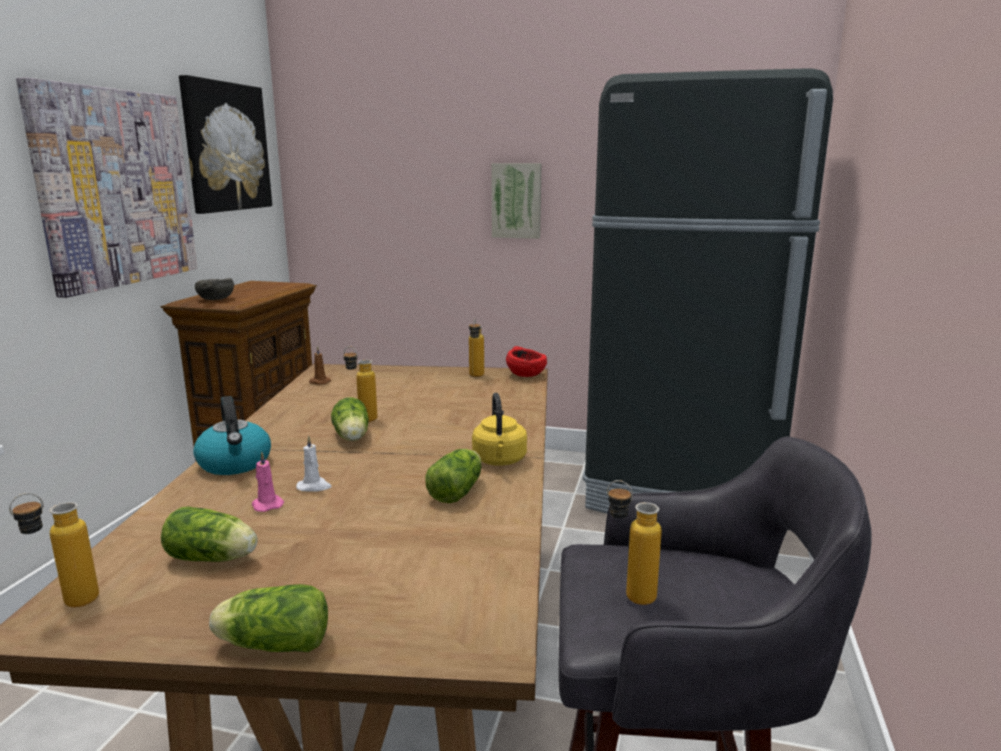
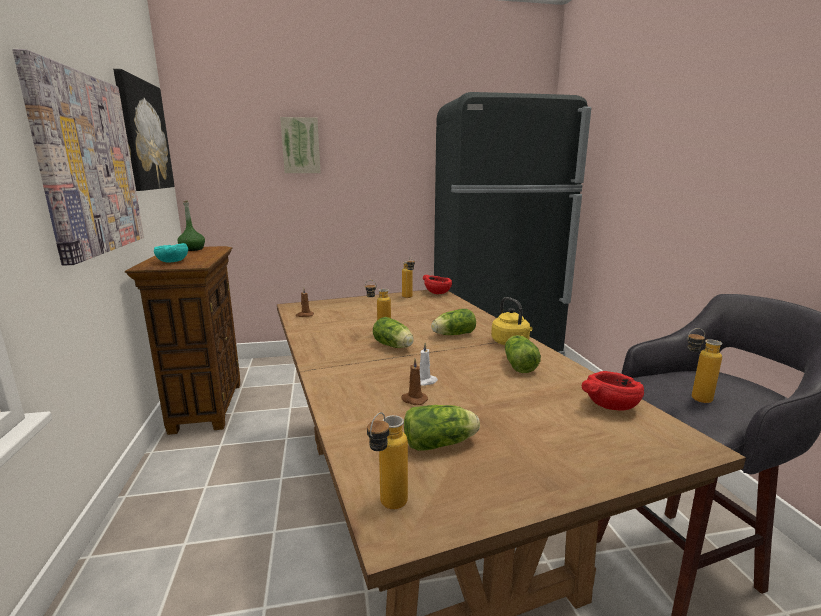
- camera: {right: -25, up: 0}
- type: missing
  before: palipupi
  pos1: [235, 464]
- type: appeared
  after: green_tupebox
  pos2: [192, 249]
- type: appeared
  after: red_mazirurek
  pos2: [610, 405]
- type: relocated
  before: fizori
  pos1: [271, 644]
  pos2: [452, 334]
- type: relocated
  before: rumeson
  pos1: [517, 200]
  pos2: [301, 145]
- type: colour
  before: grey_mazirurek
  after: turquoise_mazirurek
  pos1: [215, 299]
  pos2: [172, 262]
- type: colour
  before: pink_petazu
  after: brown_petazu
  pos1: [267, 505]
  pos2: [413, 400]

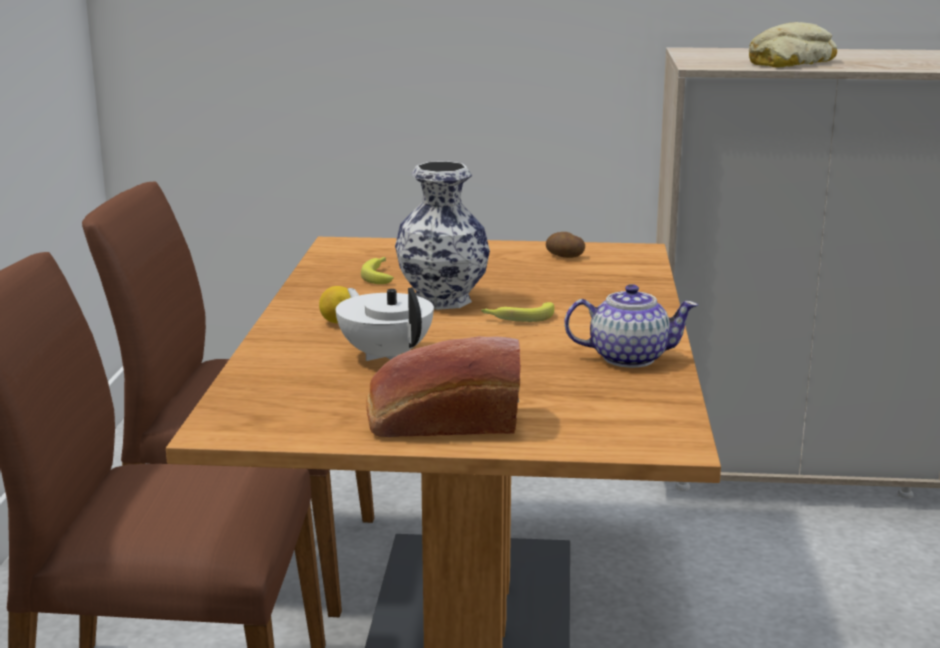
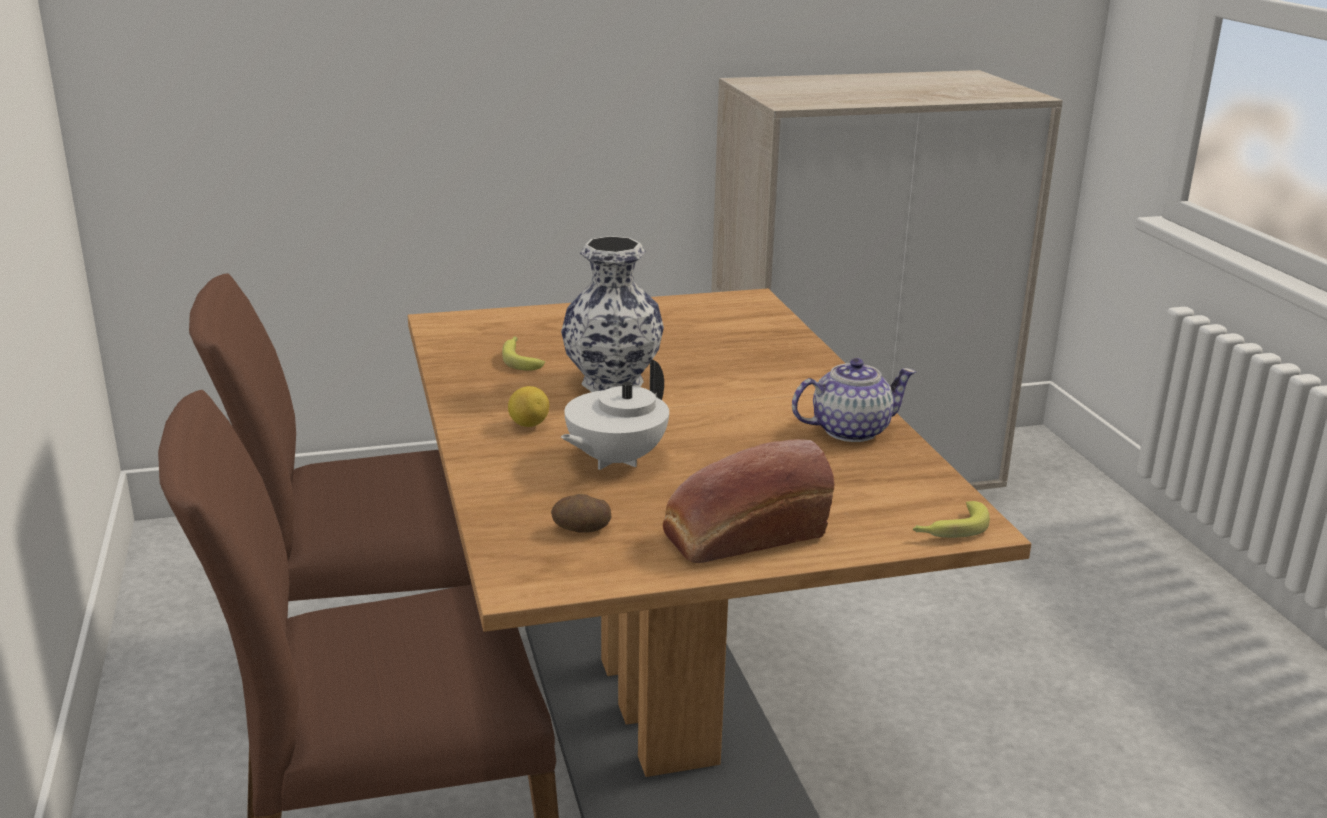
- camera: {right: -20, up: 5}
- type: missing
  before: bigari
  pos1: [788, 62]
- type: relocated
  before: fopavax
  pos1: [518, 318]
  pos2: [949, 529]
- type: relocated
  before: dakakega
  pos1: [564, 256]
  pos2: [581, 529]
- type: spun
  before: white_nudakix
  pos1: [386, 355]
  pos2: [614, 460]
  turn: -90

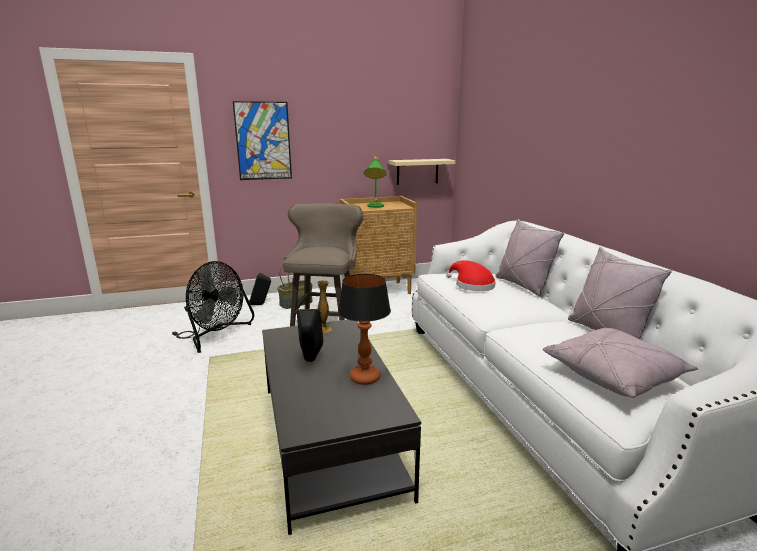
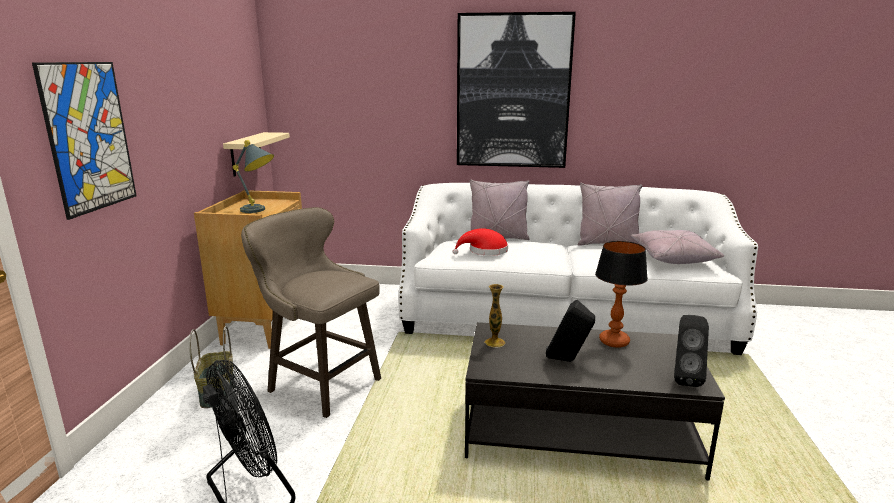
- camera: {right: -65, up: 0}
- type: appeared
  after: rumeson
  pos2: [513, 92]
- type: relocated
  before: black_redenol
  pos1: [261, 304]
  pos2: [684, 378]
- type: colour
  before: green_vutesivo
  after: grey_vutesivo
  pos1: [375, 207]
  pos2: [259, 211]

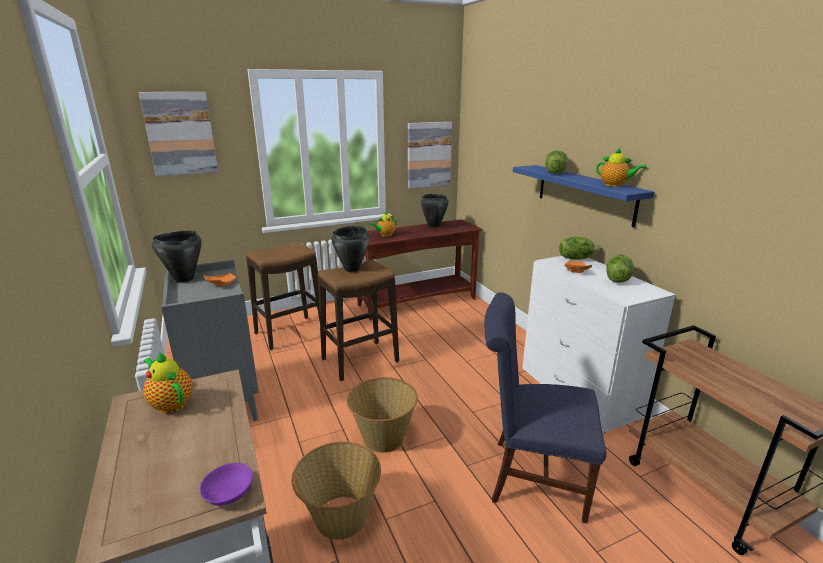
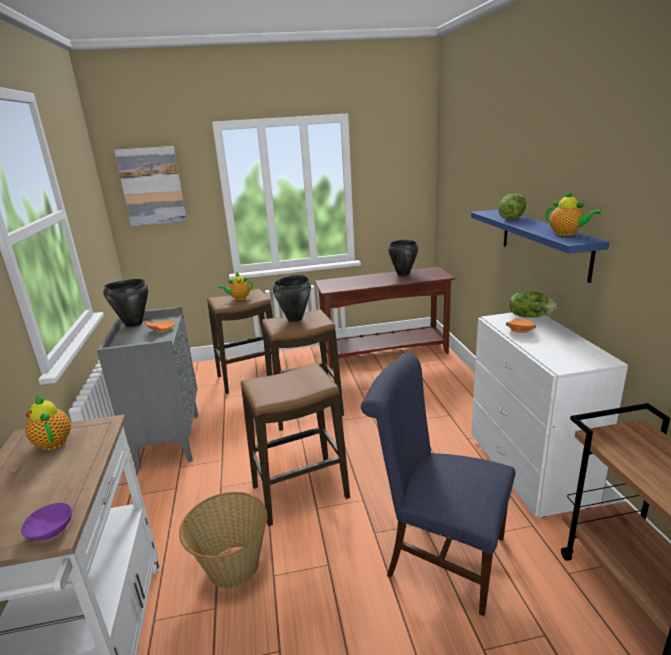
- camera: {right: 15, up: 0}
- type: missing
  before: rumeson
  pos1: [429, 155]
- type: missing
  before: fizori
  pos1: [617, 279]
- type: relocated
  before: nudakix
  pos1: [385, 235]
  pos2: [239, 298]
- type: exchanged
  before: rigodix
  after: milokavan
  pos1: [383, 437]
  pos2: [300, 492]

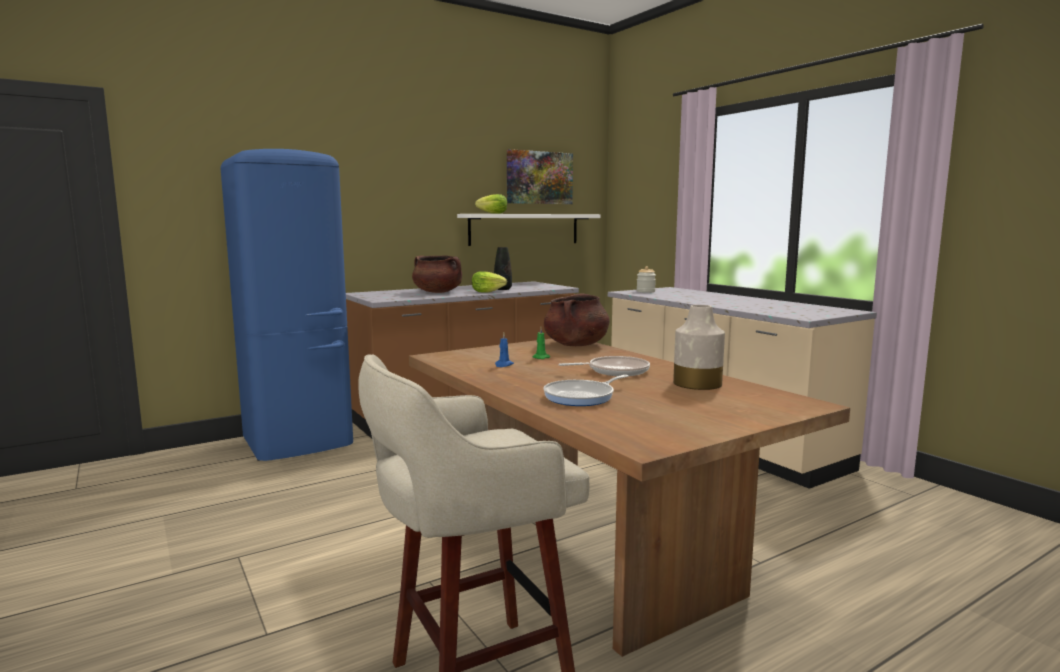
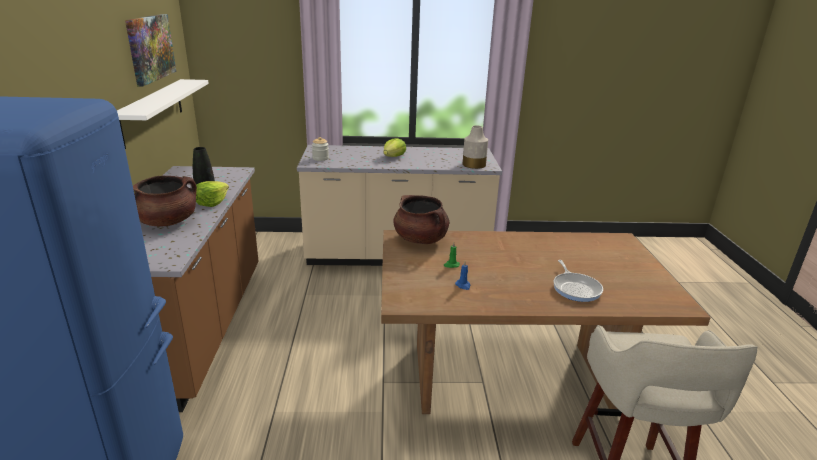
- camera: {right: -60, up: 15}
- type: missing
  before: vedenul
  pos1: [614, 371]
- type: relocated
  before: fizori
  pos1: [493, 213]
  pos2: [393, 157]
- type: relocated
  before: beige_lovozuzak
  pos1: [697, 383]
  pos2: [473, 164]

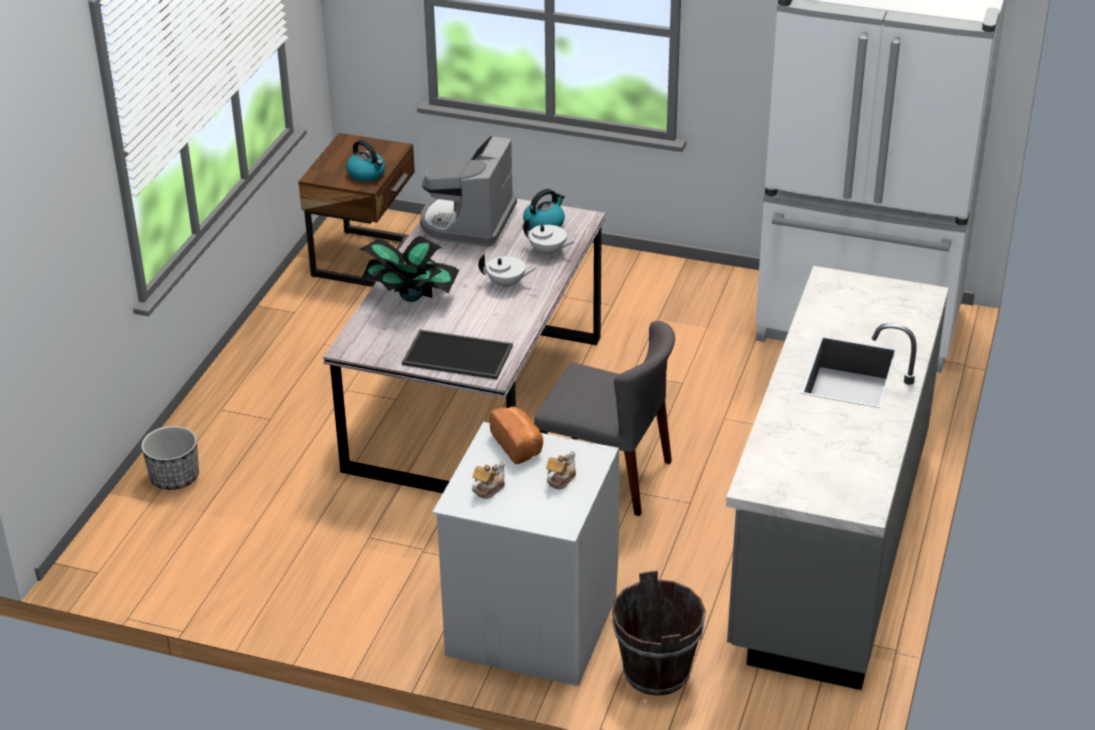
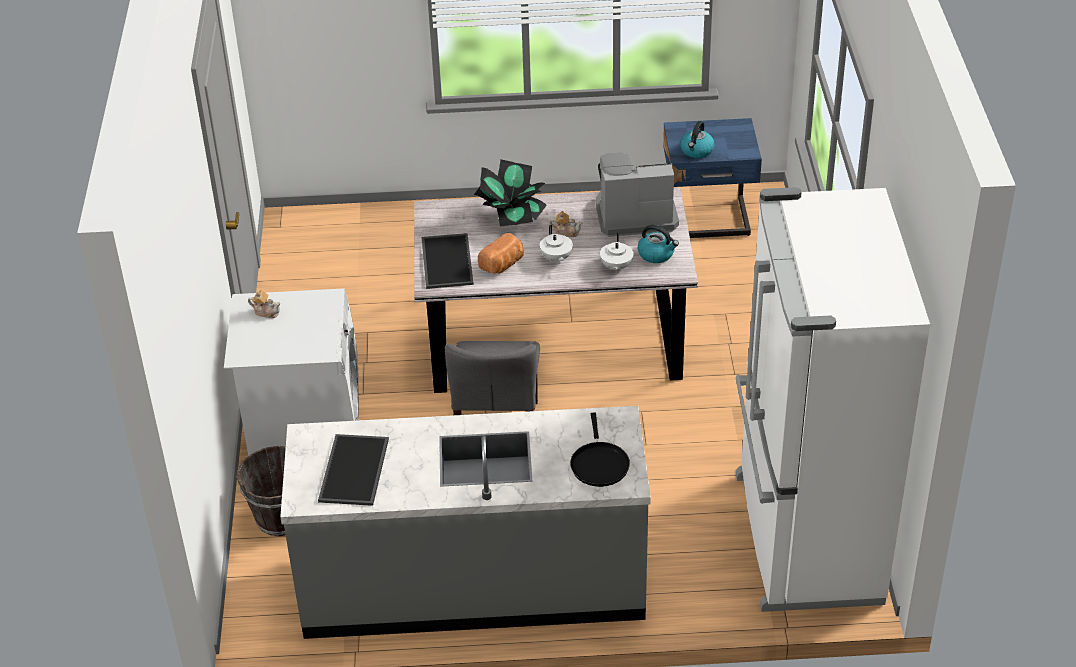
- camera: {right: 70, up: 5}
- type: missing
  before: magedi
  pos1: [174, 477]
- type: appeared
  after: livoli
  pos2: [355, 471]
- type: appeared
  after: black_vedenul
  pos2: [599, 464]
- type: relocated
  before: bigari
  pos1: [519, 445]
  pos2: [503, 264]
- type: relocated
  before: nudakix
  pos1: [560, 479]
  pos2: [566, 232]
- type: colour
  before: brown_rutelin
  after: blue_rutelin
  pos1: [364, 259]
  pos2: [708, 221]

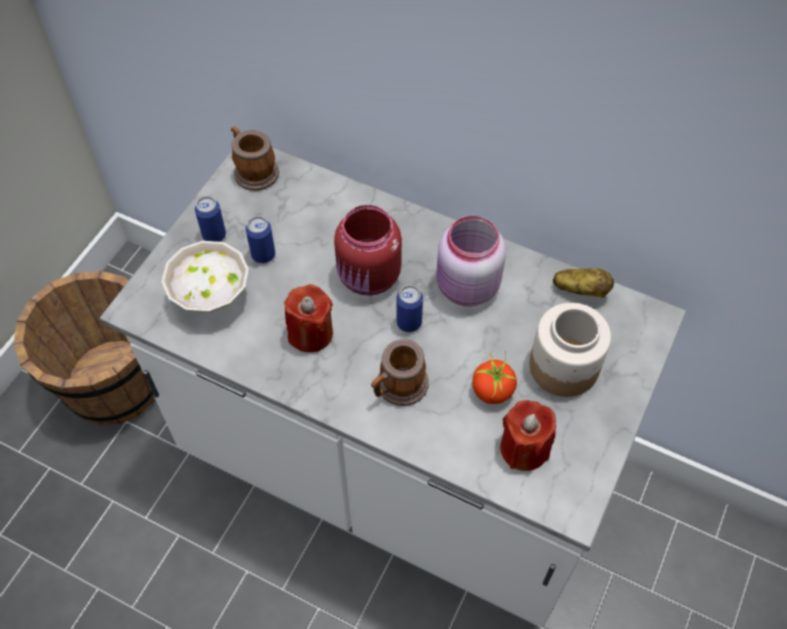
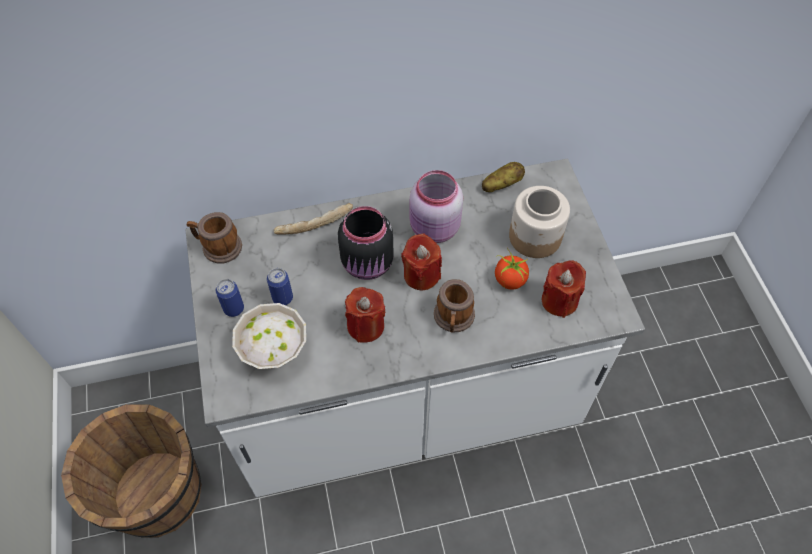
- camera: {right: -40, up: 0}
- type: appeared
  after: bigari
  pos2: [314, 224]
- type: exchanged
  before: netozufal
  after: red_petazu
  pos1: [409, 323]
  pos2: [421, 275]
- type: colour
  before: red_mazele
  after: black_mazele
  pos1: [369, 278]
  pos2: [368, 264]

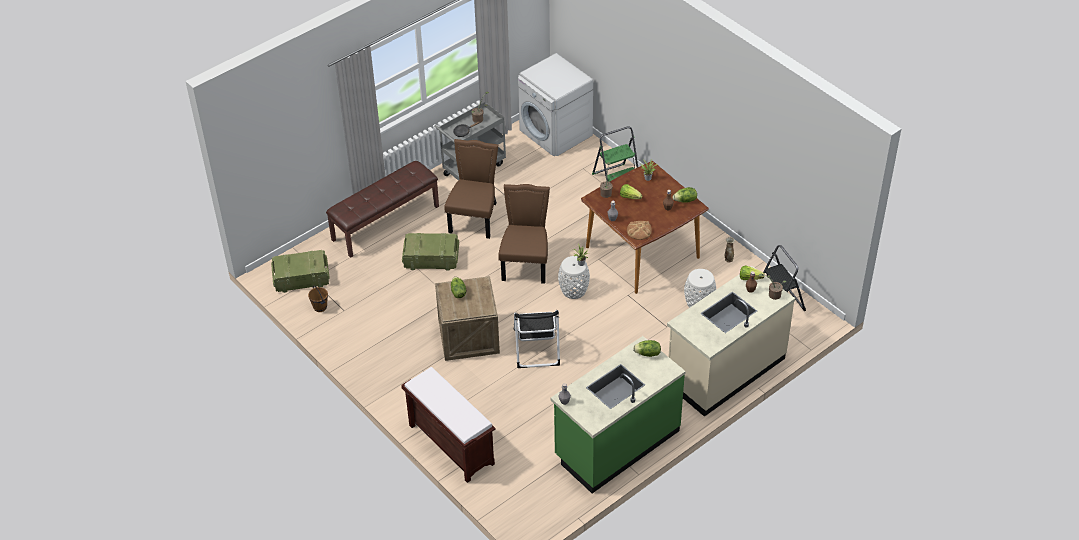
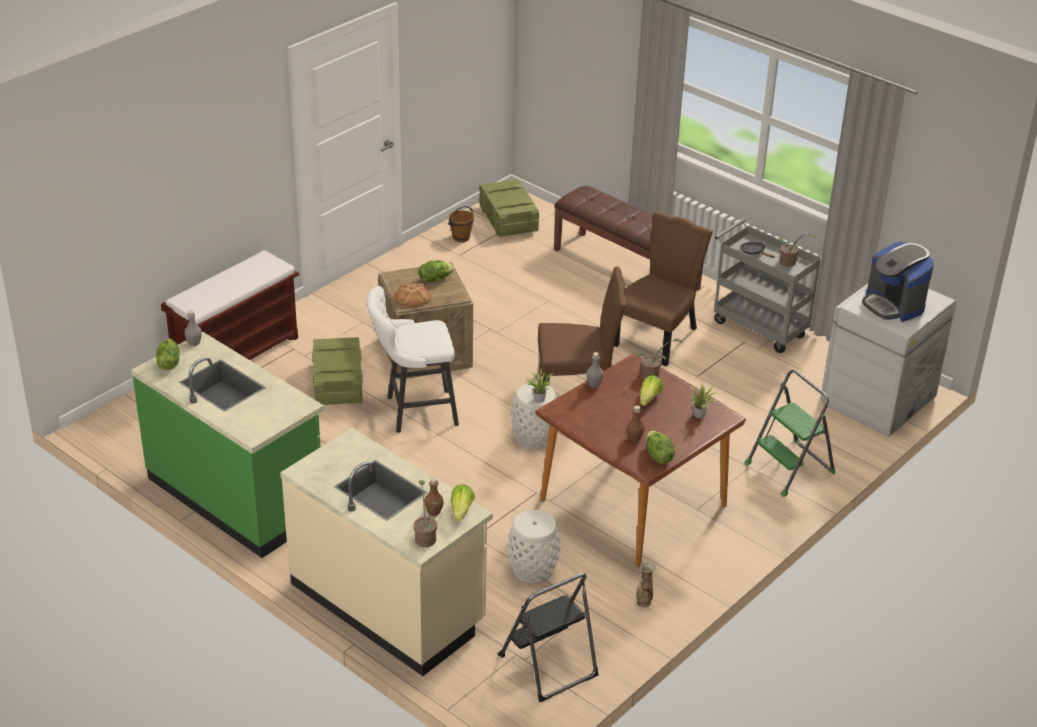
- camera: {right: 80, up: -10}
- type: appeared
  after: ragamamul
  pos2: [893, 305]
- type: relocated
  before: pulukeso
  pos1: [430, 259]
  pos2: [337, 383]
- type: relocated
  before: bigari
  pos1: [639, 231]
  pos2: [412, 297]
- type: relocated
  before: fizori
  pos1: [647, 354]
  pos2: [168, 363]
- type: exchanged
  before: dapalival
  after: white_milokavan
  pos1: [536, 349]
  pos2: [412, 412]
- type: spun
  before: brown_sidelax
  pos1: [474, 219]
  pos2: [656, 339]
  turn: -60

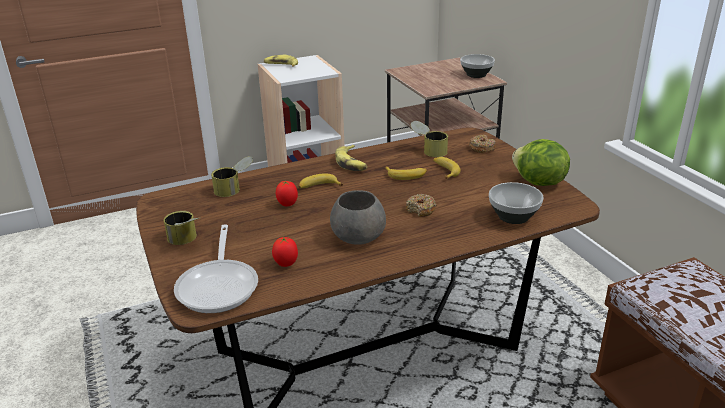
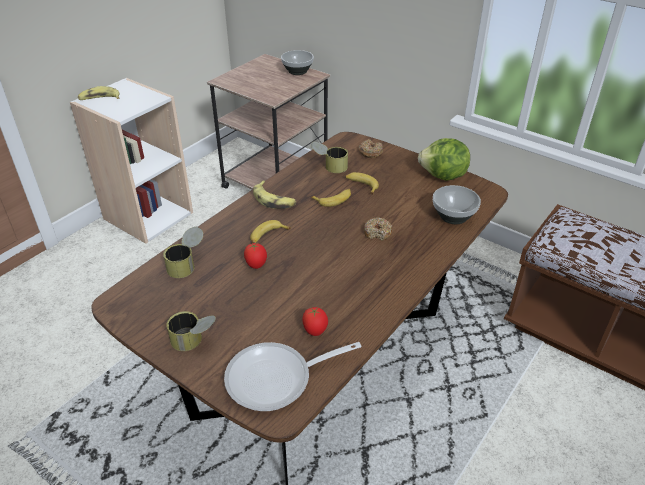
- camera: {right: -30, up: 10}
- type: missing
  before: grey_mazirurek
  pos1: [358, 237]
- type: spun
  before: vedenul
  pos1: [219, 286]
  pos2: [276, 379]
  turn: 105

